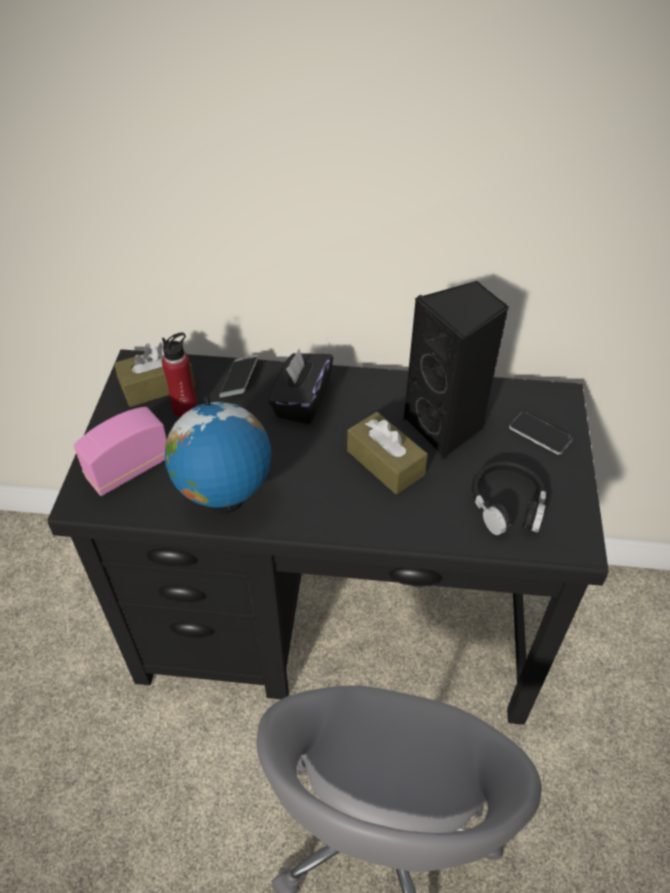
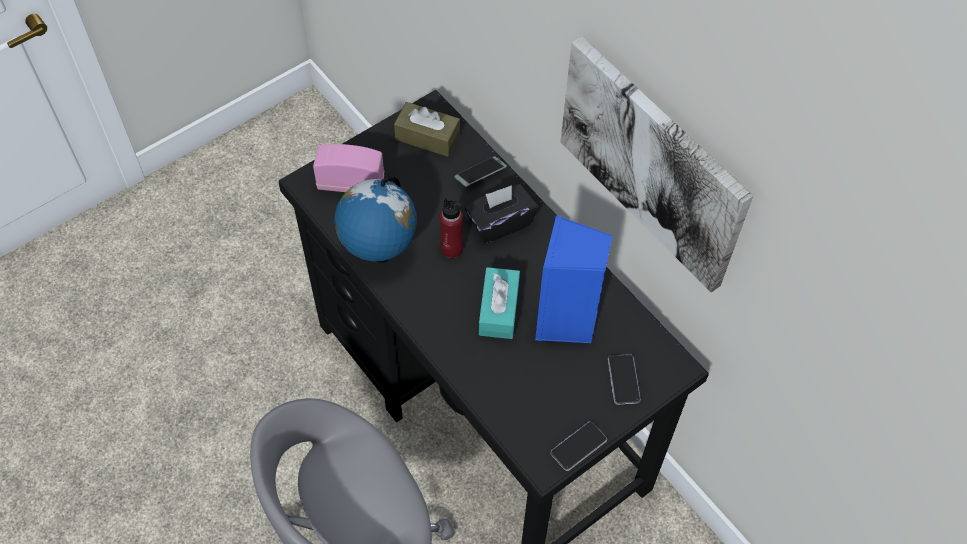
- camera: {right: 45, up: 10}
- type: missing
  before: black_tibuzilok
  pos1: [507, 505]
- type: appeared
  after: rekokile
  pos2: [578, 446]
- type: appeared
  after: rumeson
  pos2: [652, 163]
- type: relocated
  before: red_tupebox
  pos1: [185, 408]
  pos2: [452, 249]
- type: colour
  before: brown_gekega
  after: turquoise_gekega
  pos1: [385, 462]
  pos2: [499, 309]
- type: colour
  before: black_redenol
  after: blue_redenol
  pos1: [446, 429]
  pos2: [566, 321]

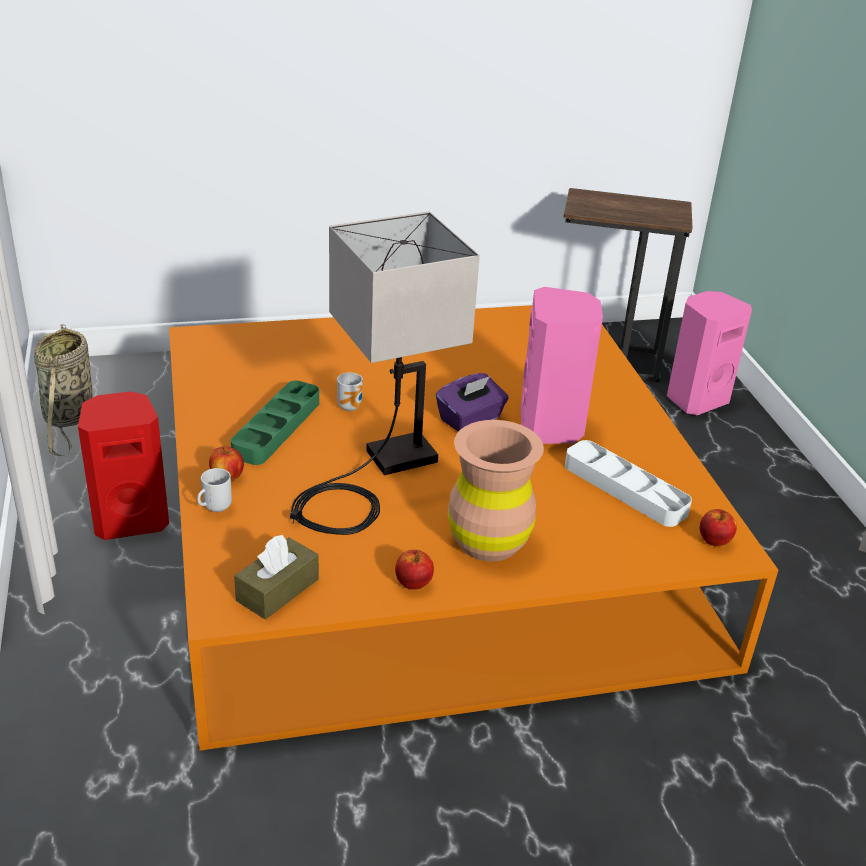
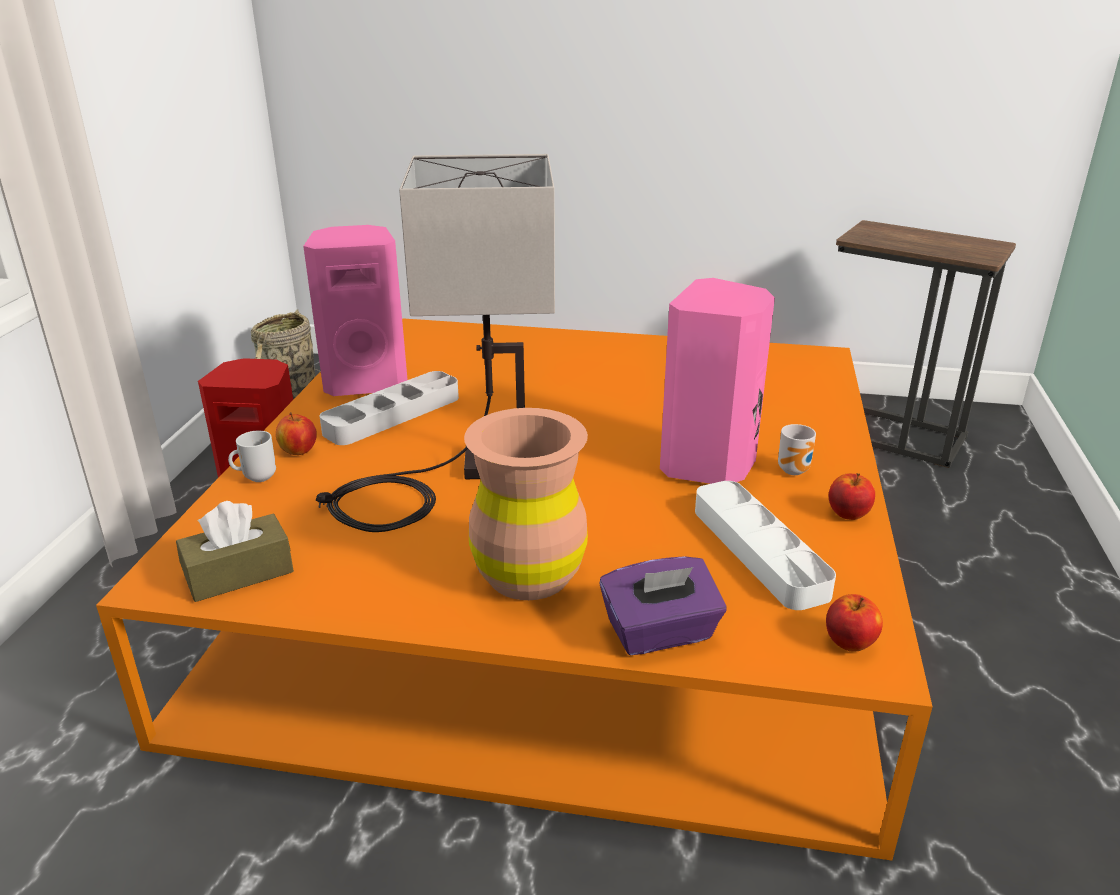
- camera: {right: 25, up: -5}
- type: relocated
  before: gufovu
  pos1: [351, 407]
  pos2: [796, 470]
- type: relocated
  before: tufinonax
  pos1: [413, 583]
  pos2: [848, 514]
- type: relocated
  before: purple_gekega
  pos1: [470, 419]
  pos2: [660, 633]
- type: relocated
  before: pink_redenol
  pos1: [695, 399]
  pos2: [366, 382]
- type: colour
  before: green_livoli
  after: grey_livoli
  pos1: [277, 428]
  pos2: [392, 415]

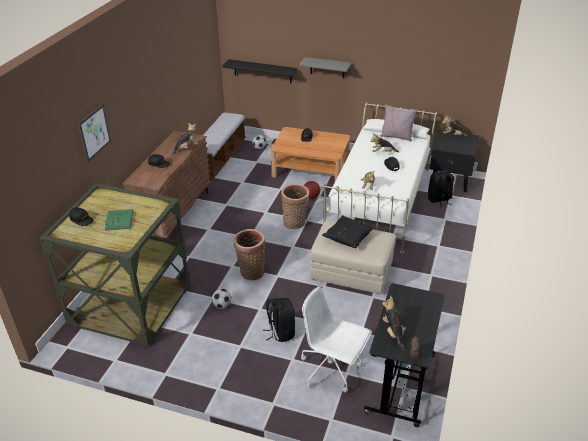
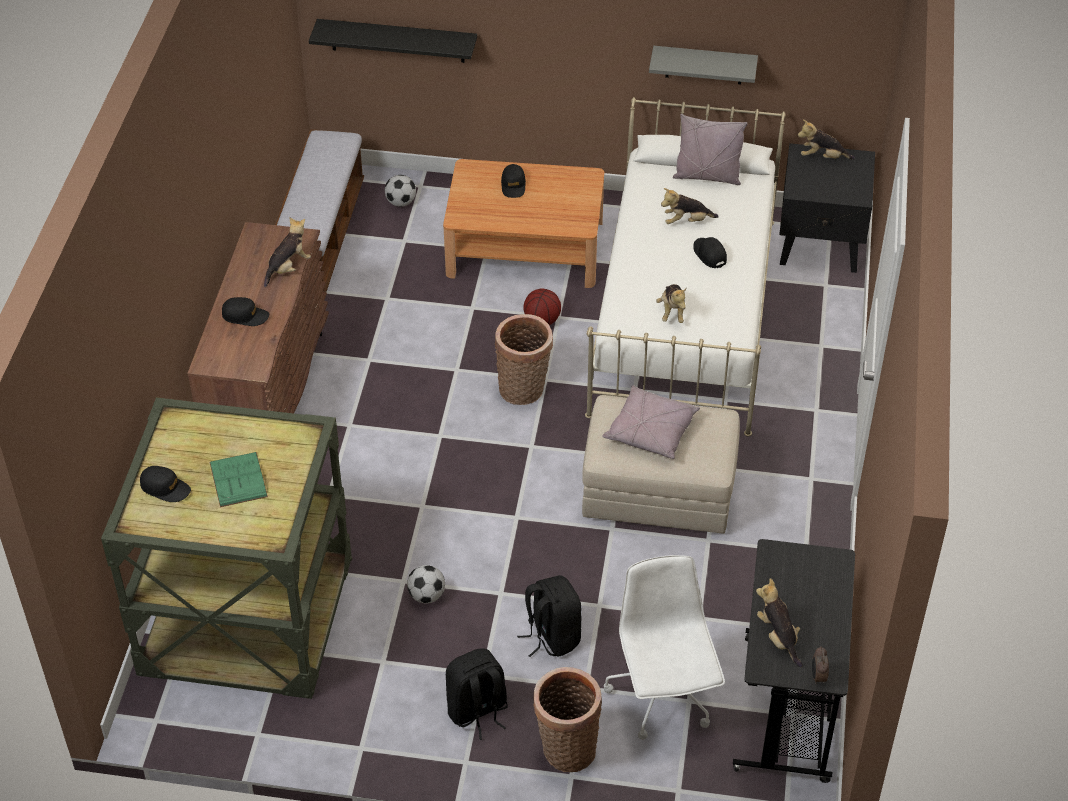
- camera: {right: -10, up: 10}
- type: missing
  before: rumeson
  pos1: [94, 132]
- type: relocated
  before: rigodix
  pos1: [251, 271]
  pos2: [566, 748]
- type: relocated
  before: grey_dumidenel
  pos1: [327, 67]
  pos2: [704, 65]
- type: relocated
  before: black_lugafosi
  pos1: [439, 200]
  pos2: [477, 711]
- type: colour
  before: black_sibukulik
  after: purple_sibukulik
  pos1: [348, 237]
  pos2: [651, 431]
- type: spun
  before: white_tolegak
  pos1: [333, 371]
  pos2: [663, 700]
  turn: 60

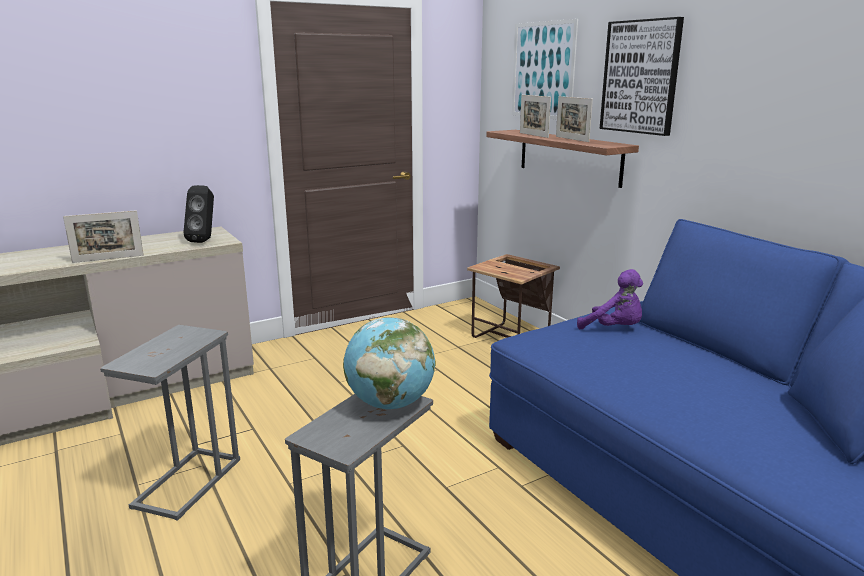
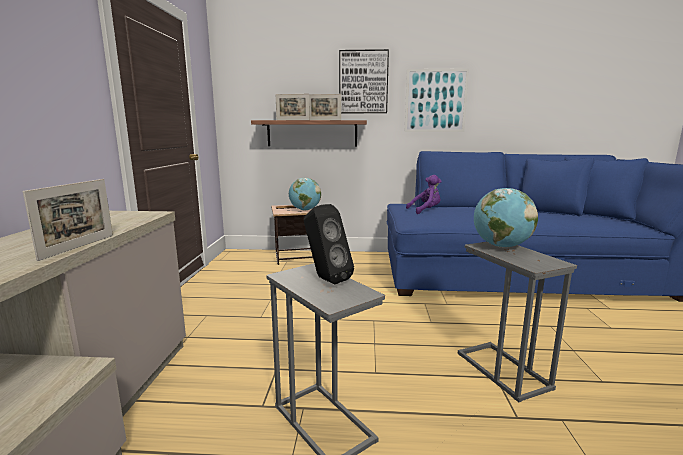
- camera: {right: -55, up: -5}
- type: appeared
  after: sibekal
  pos2: [305, 210]
- type: relocated
  before: black_redenol
  pos1: [204, 240]
  pos2: [325, 279]
- type: relocated
  before: rumeson
  pos1: [542, 70]
  pos2: [435, 101]

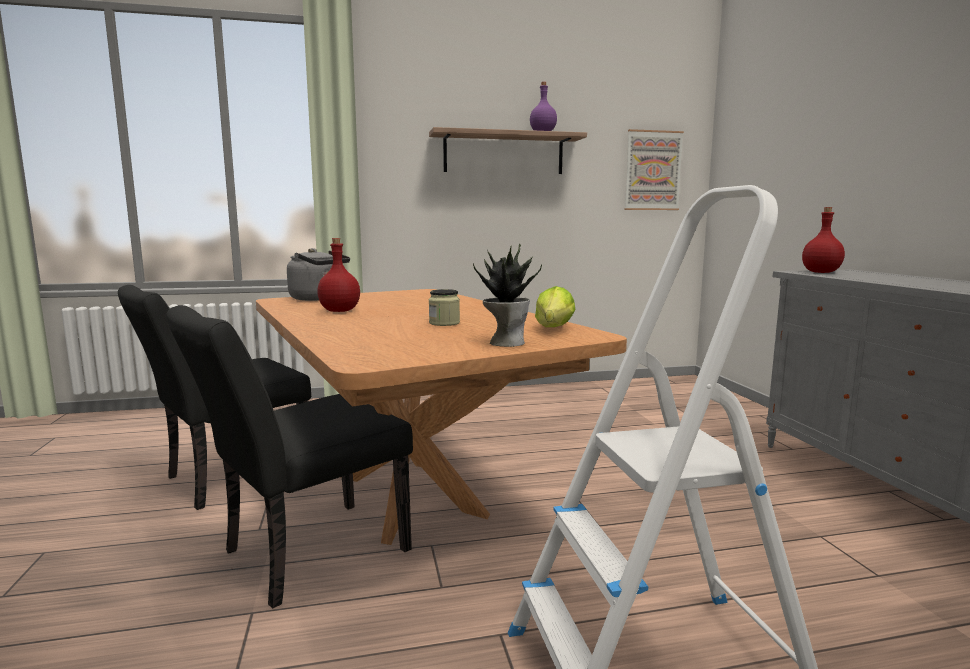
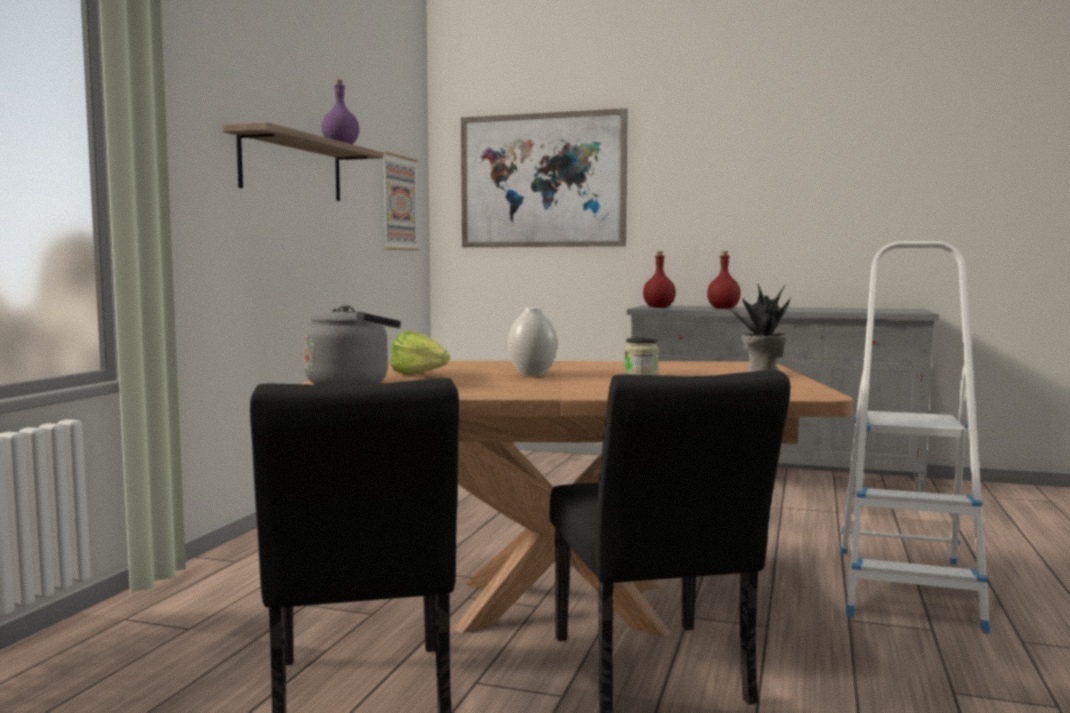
- camera: {right: -60, up: -5}
- type: appeared
  after: rumeson
  pos2: [542, 180]
- type: appeared
  after: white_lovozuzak
  pos2: [532, 375]
- type: relocated
  before: red_tupebox
  pos1: [339, 311]
  pos2: [723, 308]
- type: relocated
  before: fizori
  pos1: [551, 330]
  pos2: [422, 376]

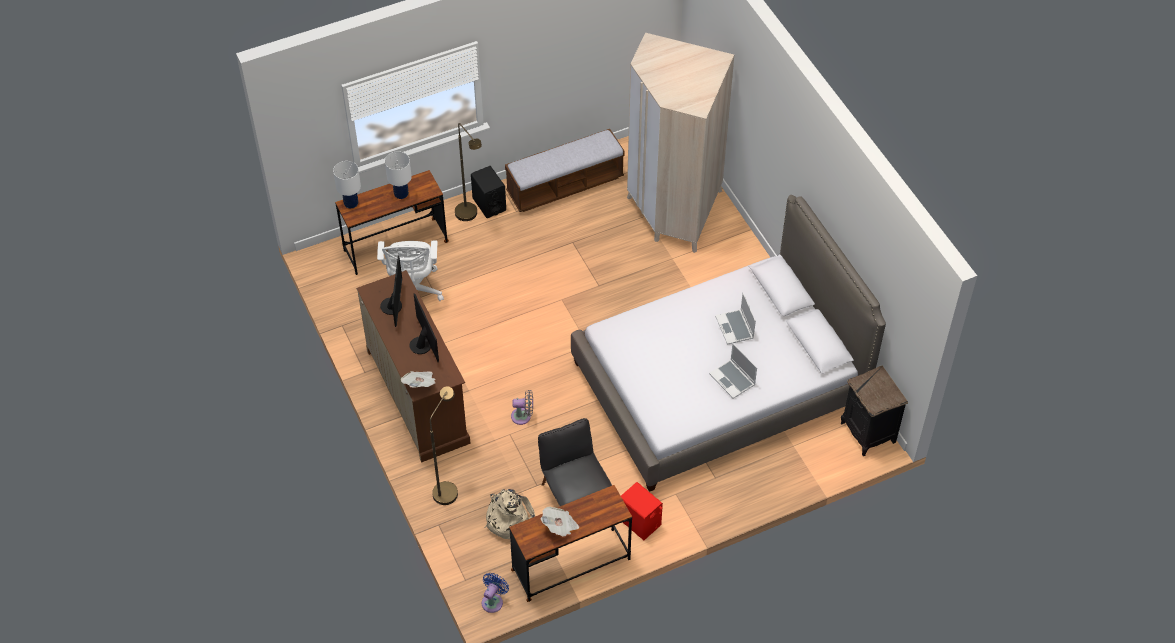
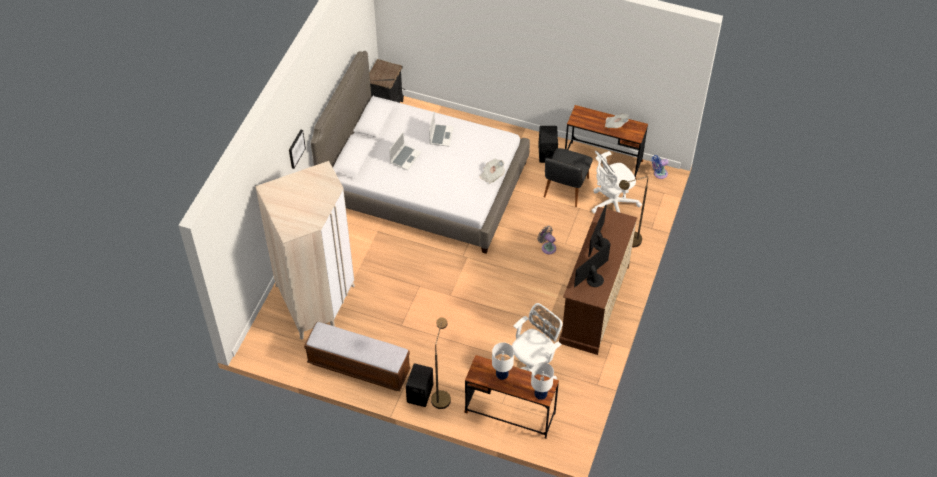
- camera: {right: -135, up: 0}
- type: appeared
  after: rumeson
  pos2: [296, 148]
- type: relocated
  before: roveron
  pos1: [420, 384]
  pos2: [492, 175]
- type: exchanged
  before: beige_lugafosi
  after: white_tolegak
  pos1: [508, 518]
  pos2: [611, 204]
- type: colour
  before: red_redenol
  after: black_redenol
  pos1: [640, 522]
  pos2: [547, 153]

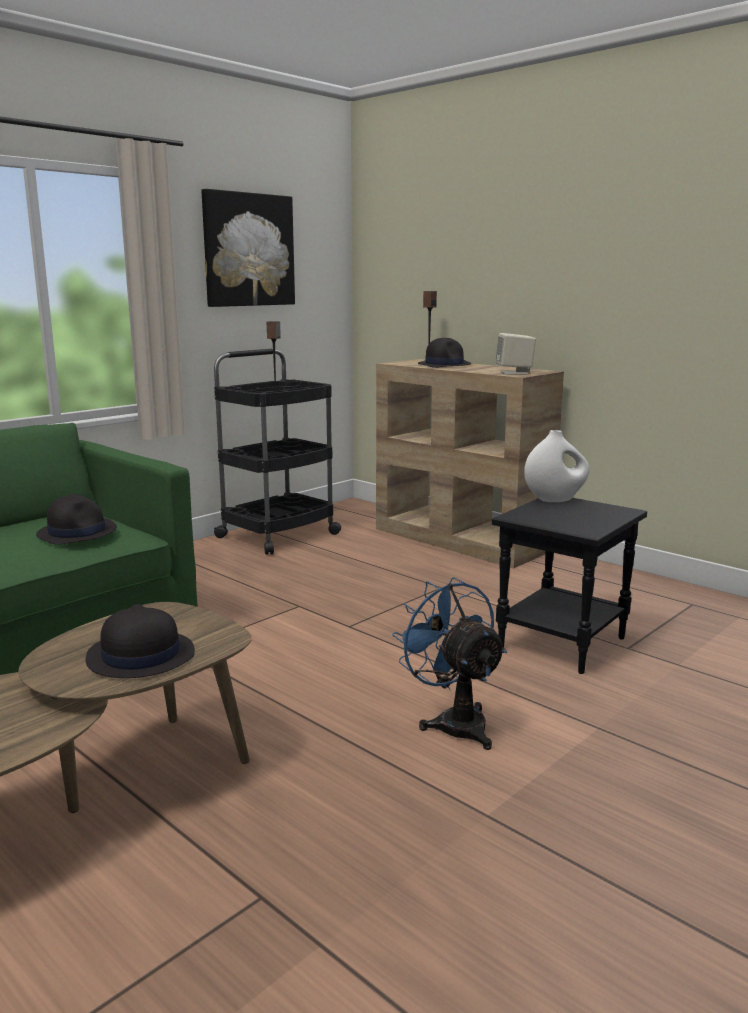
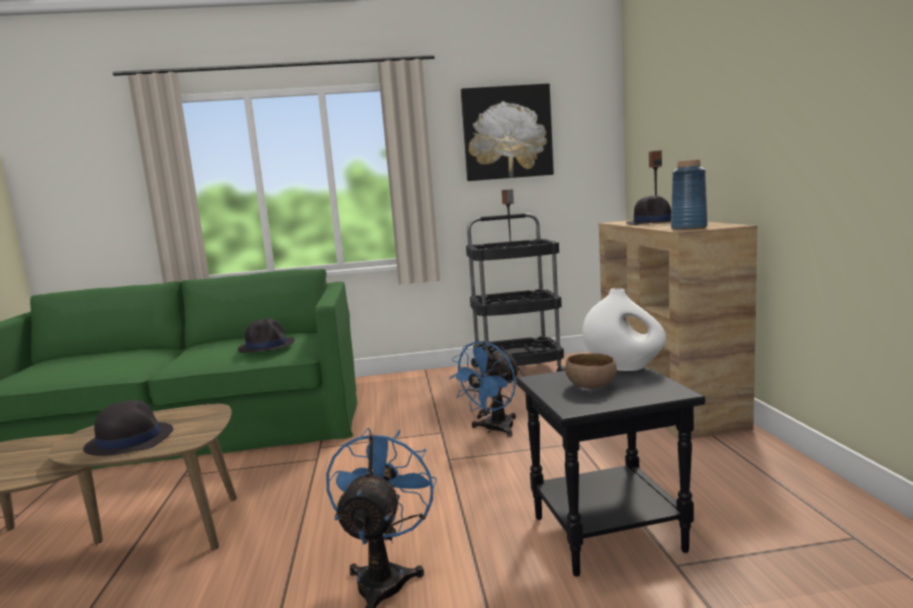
- camera: {right: 40, up: -5}
- type: appeared
  after: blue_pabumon
  pos2: [493, 430]
- type: appeared
  after: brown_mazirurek
  pos2: [592, 386]
- type: exchanged
  before: beige_redenol
  after: blue_lovozuzak
  pos1: [514, 373]
  pos2: [689, 228]

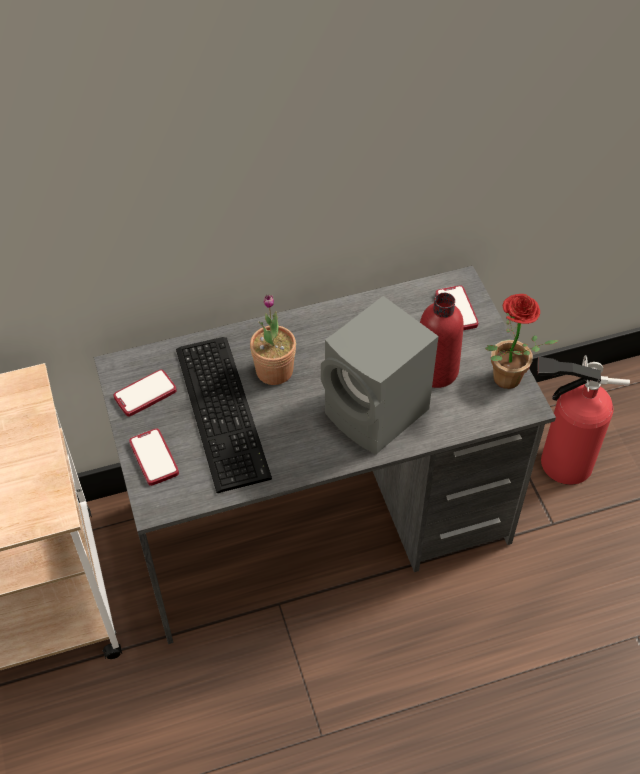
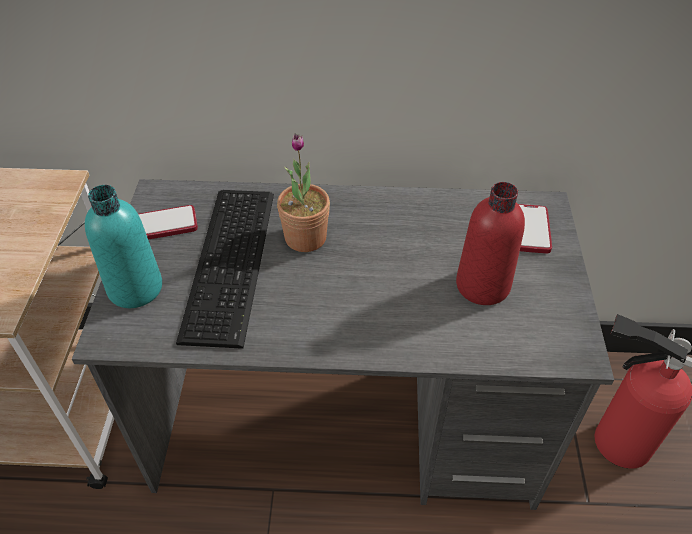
- camera: {right: 20, up: -5}
- type: missing
  before: grey_redenol
  pos1: [378, 414]
- type: missing
  before: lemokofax
  pos1: [506, 383]
- type: exchanged
  before: rekokile
  after: turquoise_tupebox
  pos1: [154, 458]
  pos2: [135, 288]

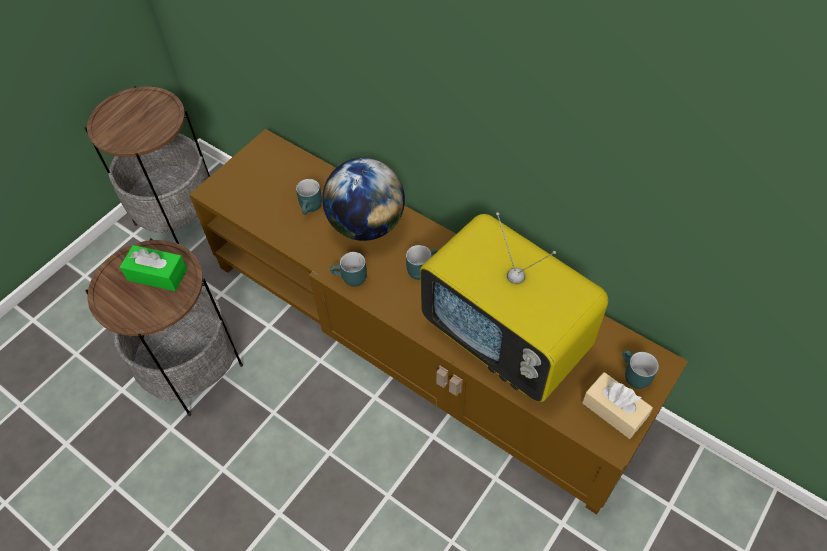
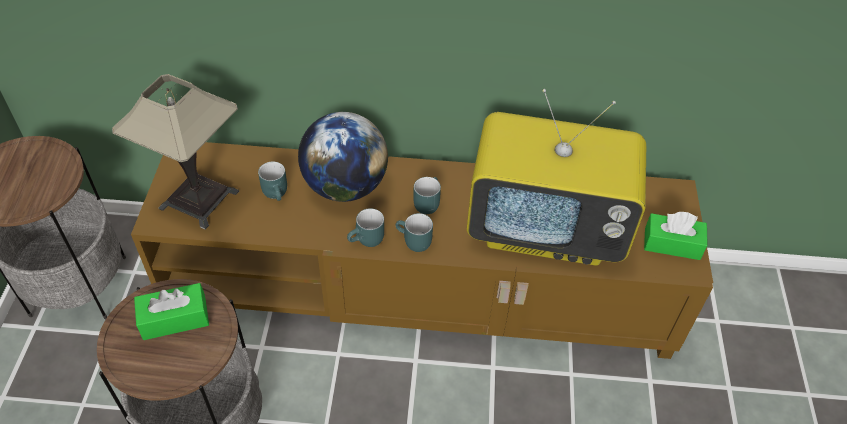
- camera: {right: -35, up: -5}
- type: appeared
  after: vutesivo
  pos2: [199, 199]
- type: relocated
  before: turquoise_gufovu
  pos1: [632, 375]
  pos2: [413, 242]
- type: colour
  before: beige_gekega
  after: green_gekega
  pos1: [614, 410]
  pos2: [672, 244]

